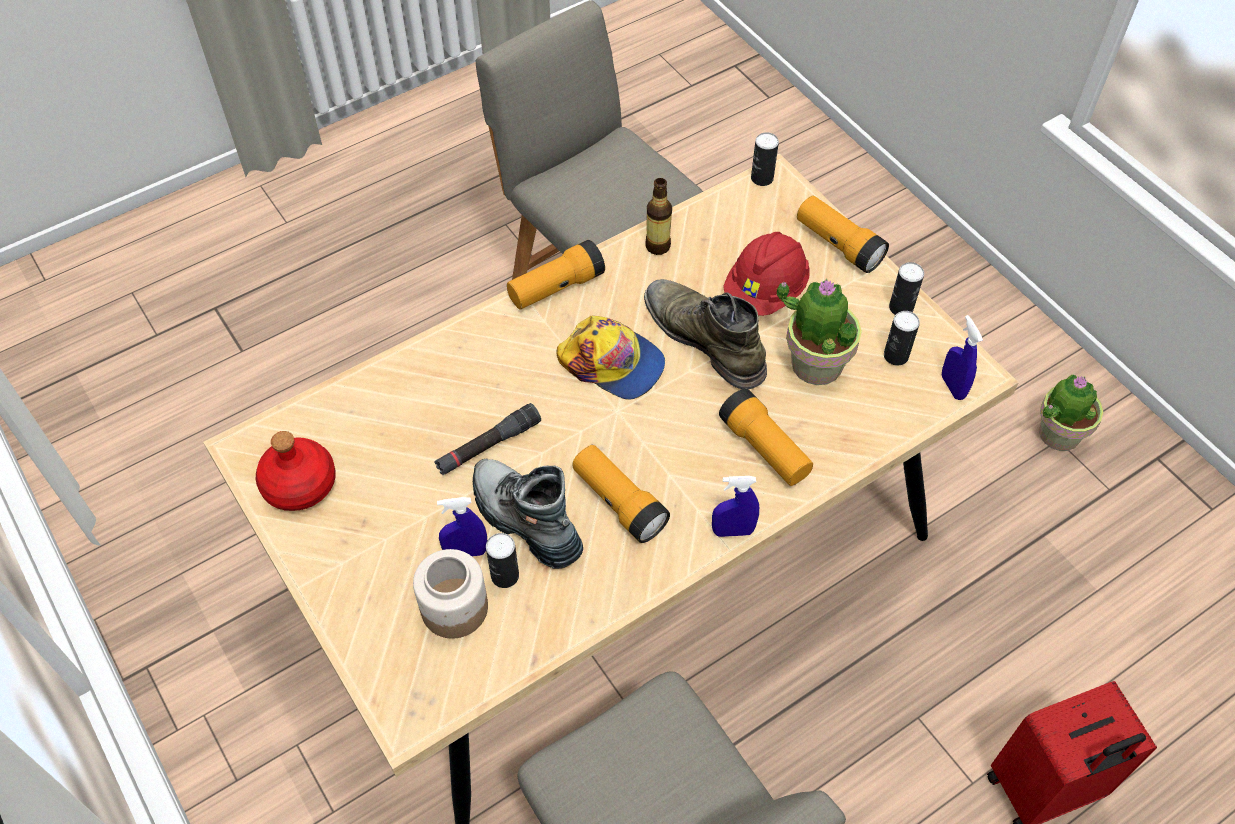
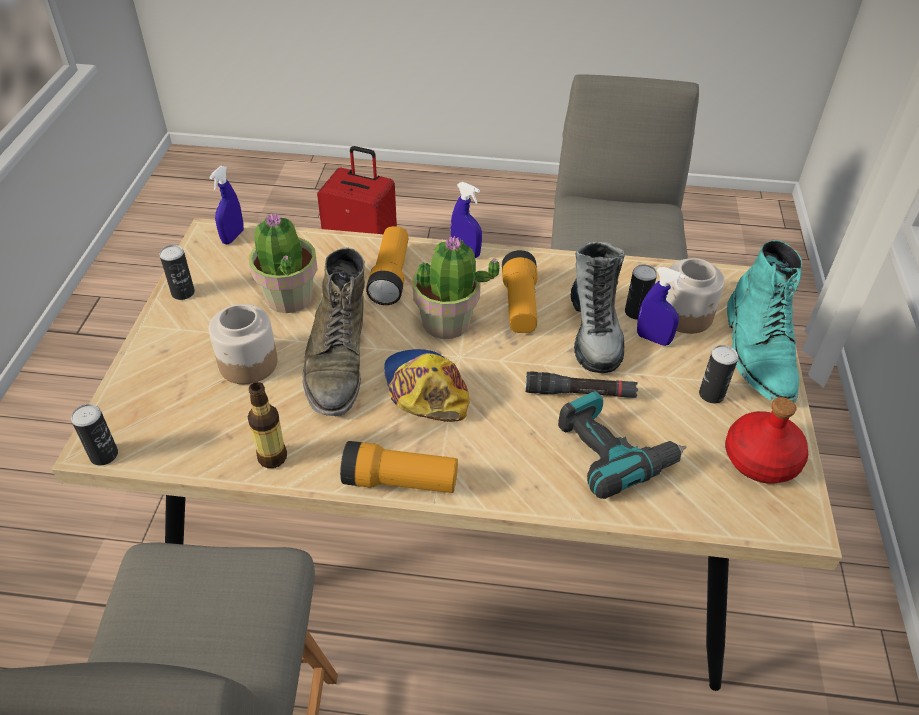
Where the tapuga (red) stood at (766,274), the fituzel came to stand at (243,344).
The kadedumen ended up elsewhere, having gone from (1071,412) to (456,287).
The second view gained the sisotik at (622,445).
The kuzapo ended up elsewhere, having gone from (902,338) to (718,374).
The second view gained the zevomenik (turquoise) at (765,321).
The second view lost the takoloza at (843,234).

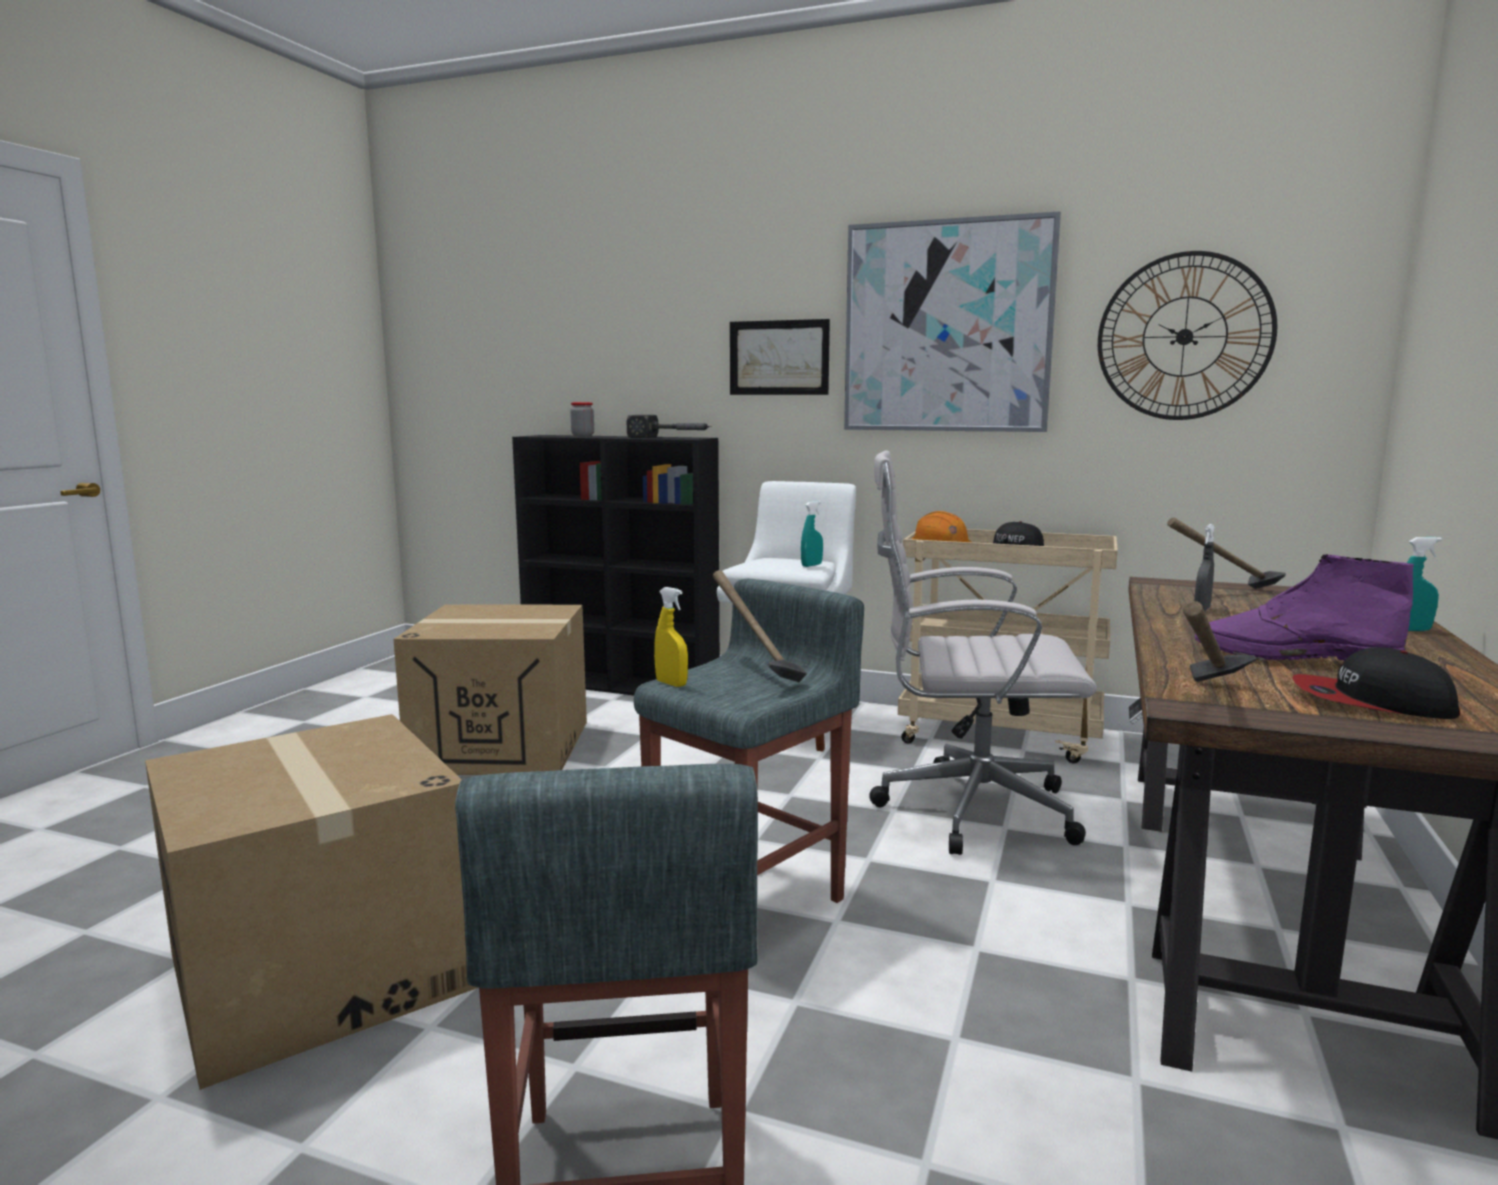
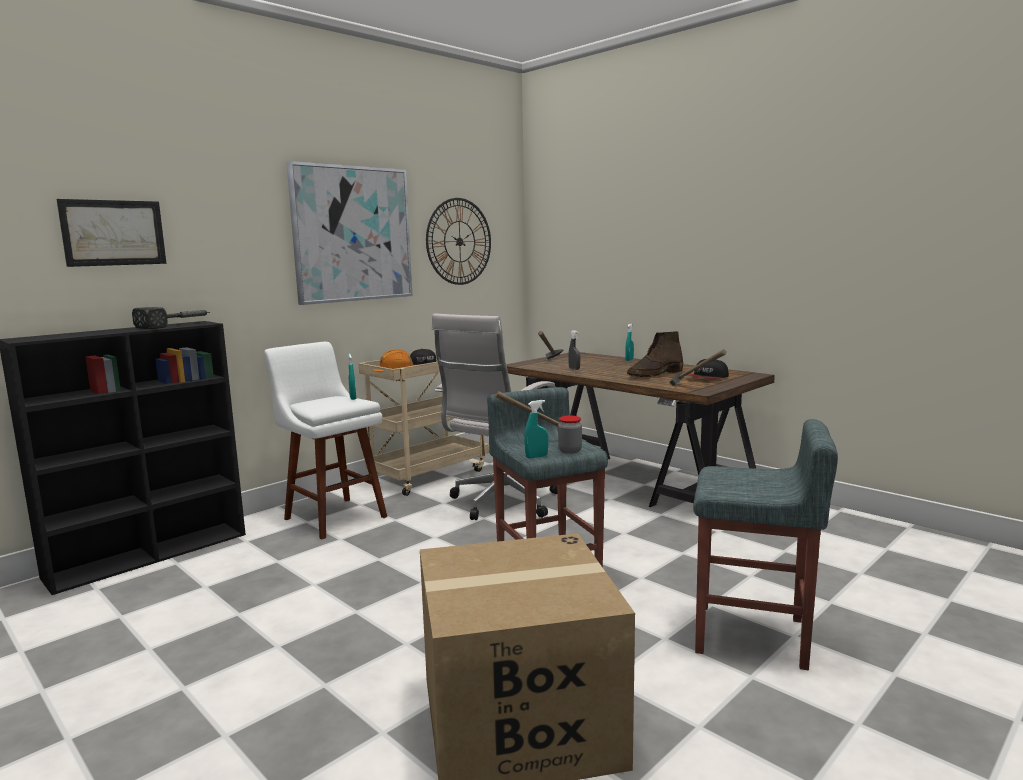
The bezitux ended up elsewhere, having gone from (780,357) to (111,233).
What was the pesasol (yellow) at (671,637) turned into the pesasol (turquoise) at (536,429).
The fituzel ended up elsewhere, having gone from (582,419) to (570,435).
What was the zevomenik (purple) at (1304,607) turned into the zevomenik (brown) at (655,354).
The second view lost the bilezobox at (490,689).

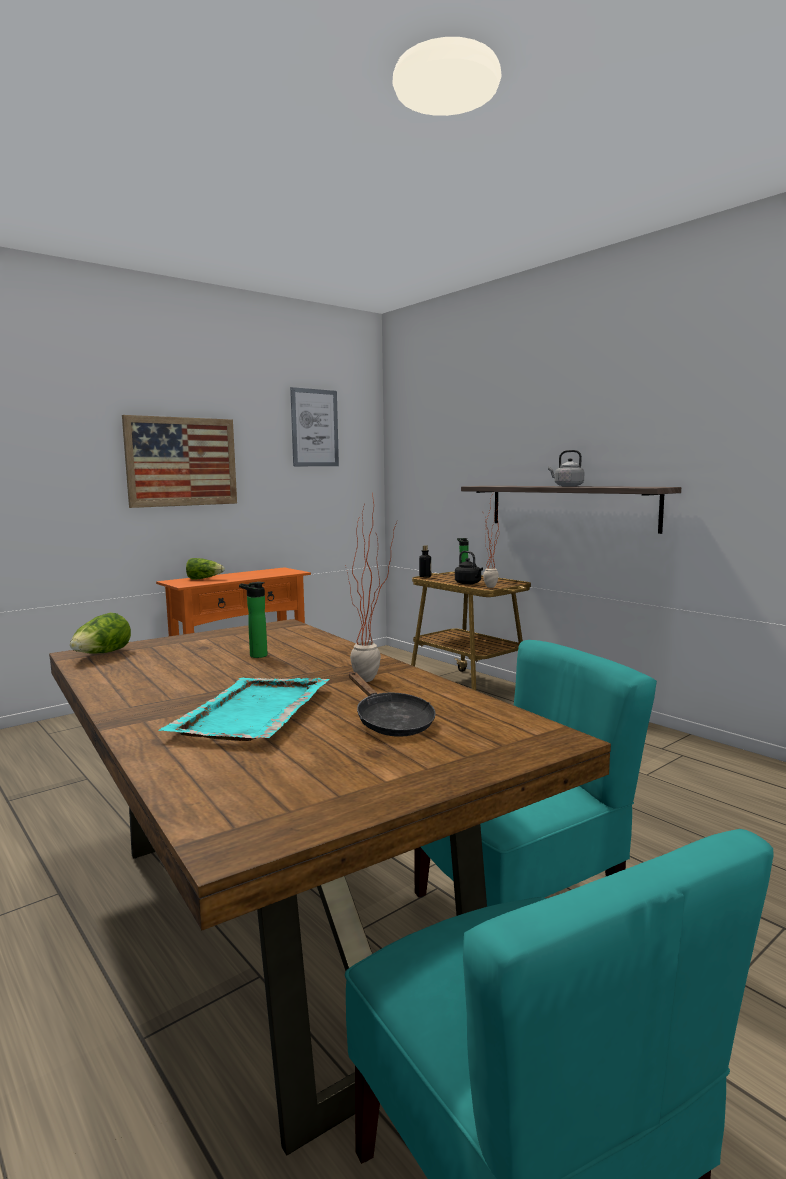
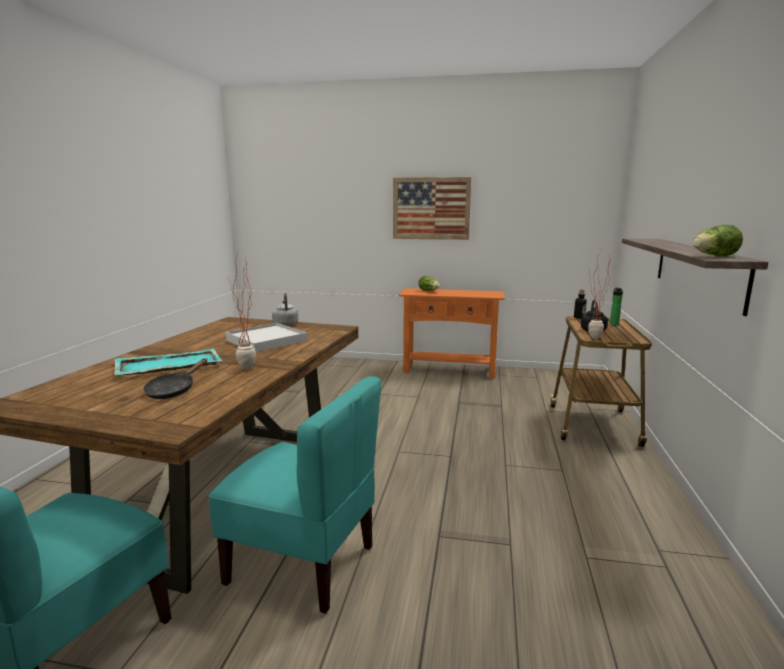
Where the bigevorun stood at (253,620), the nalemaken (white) came to stand at (266,337).
The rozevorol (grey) ended up elsewhere, having gone from (566,468) to (285,309).
The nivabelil ended up elsewhere, having gone from (100,633) to (717,240).
The second view lost the bezitux at (314,426).

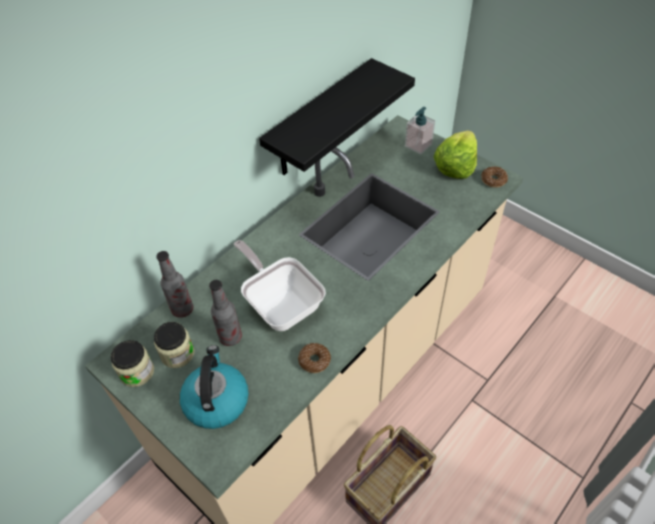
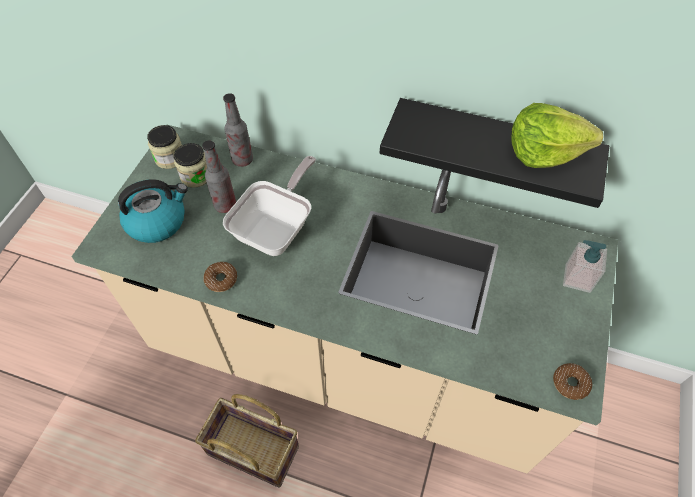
The nivabelil ended up elsewhere, having gone from (455,154) to (557,135).

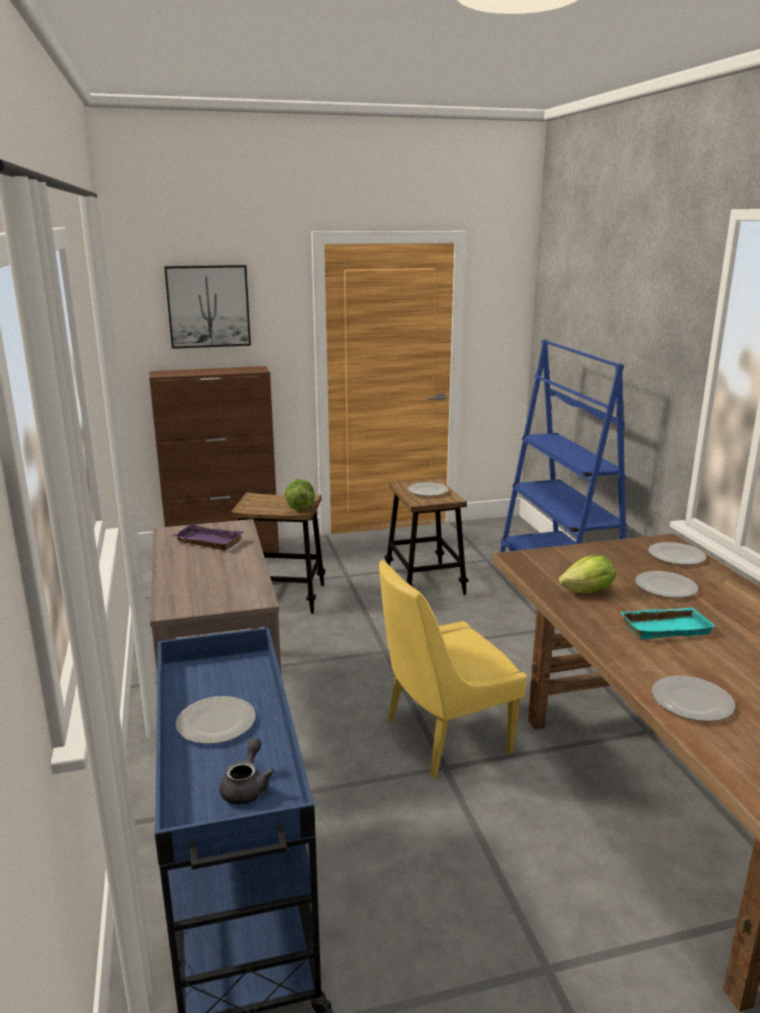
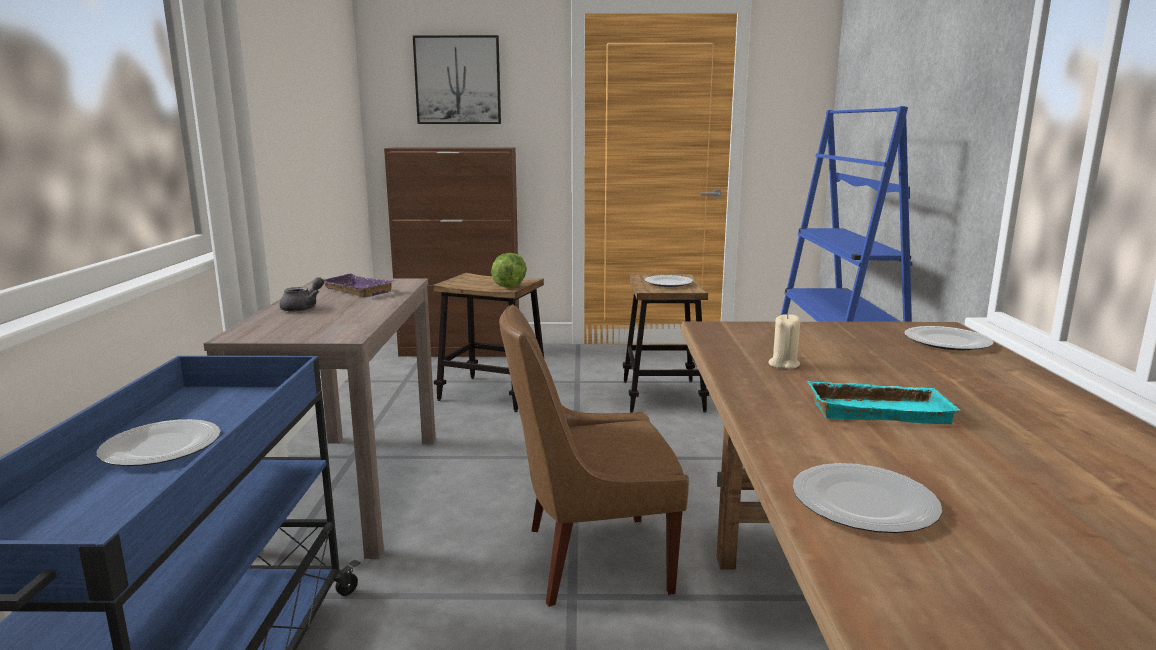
The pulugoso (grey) ended up elsewhere, having gone from (247,771) to (302,294).
What was the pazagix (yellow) at (453,669) turned into the pazagix (brown) at (594,455).
Where the nivabelil stood at (587,574), the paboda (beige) came to stand at (784,341).
The second view lost the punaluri at (666,584).

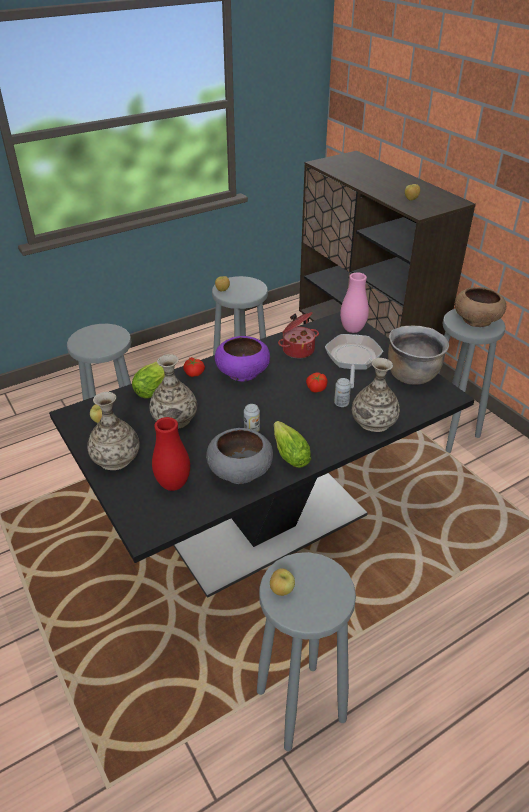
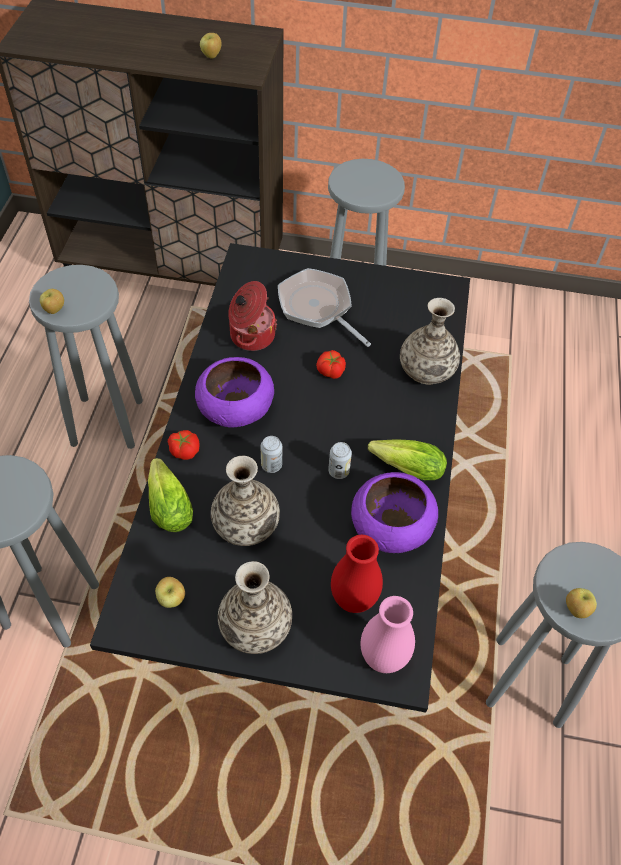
The kuzapo ended up elsewhere, having gone from (342,392) to (271,454).
What was the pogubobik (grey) at (239,456) turned into the pogubobik (purple) at (394,512).
The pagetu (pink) ended up elsewhere, having gone from (354,302) to (388,634).
The second view lost the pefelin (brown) at (418,355).
The second view lost the pogubobik (brown) at (480,307).

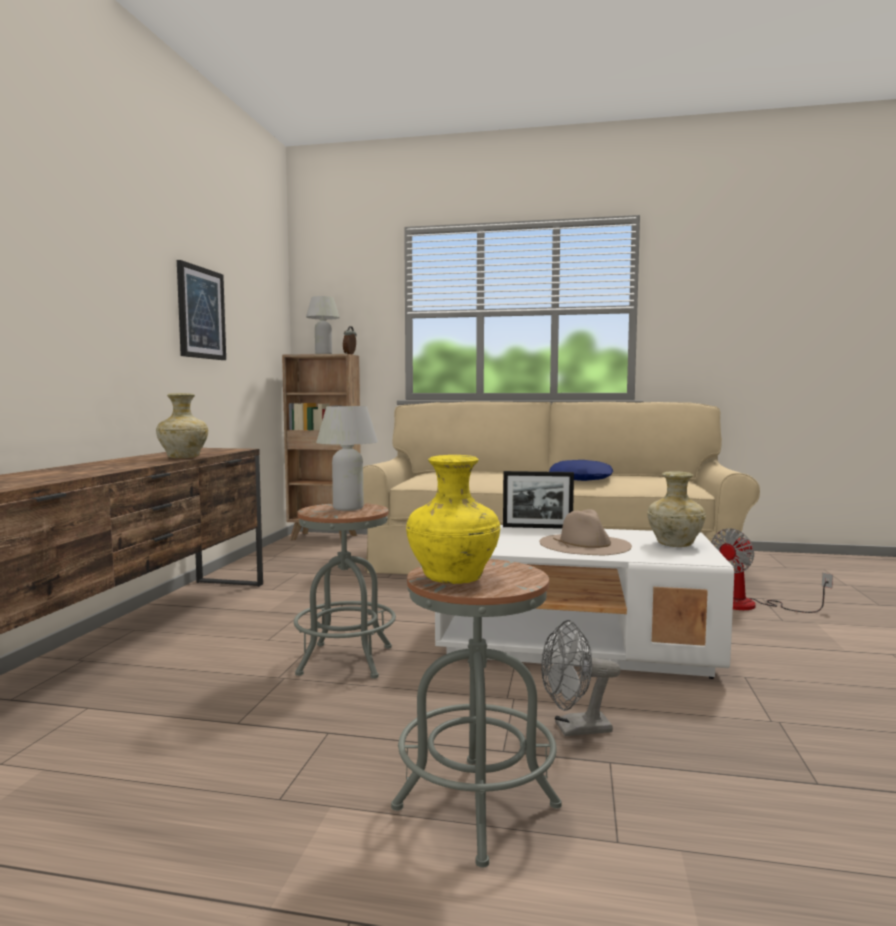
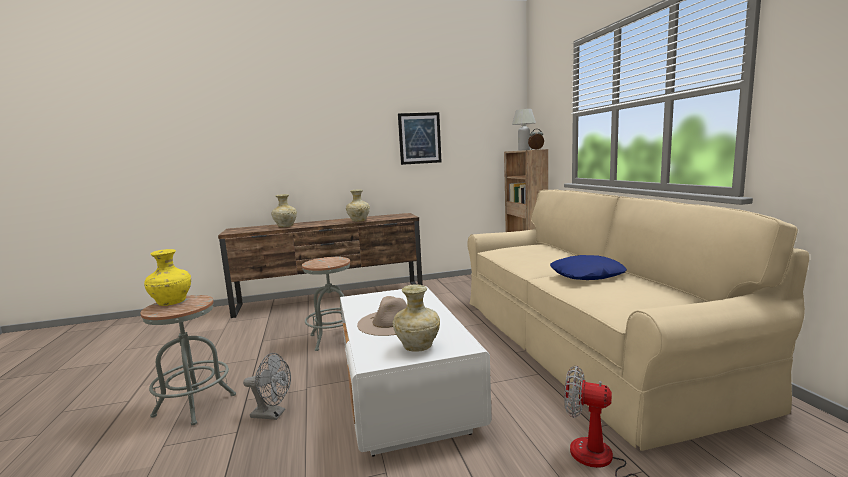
The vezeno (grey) at (580,678) ended up facing another way, 135 degrees clockwise from before.
The second view gained the pagetu (beige) at (284,210).
The second view lost the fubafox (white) at (347,458).
The second view lost the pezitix at (538,500).

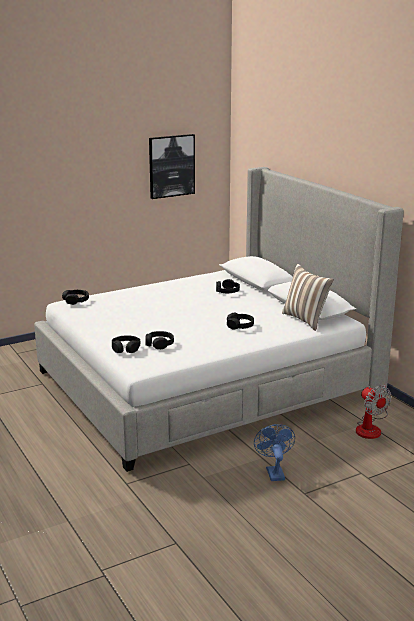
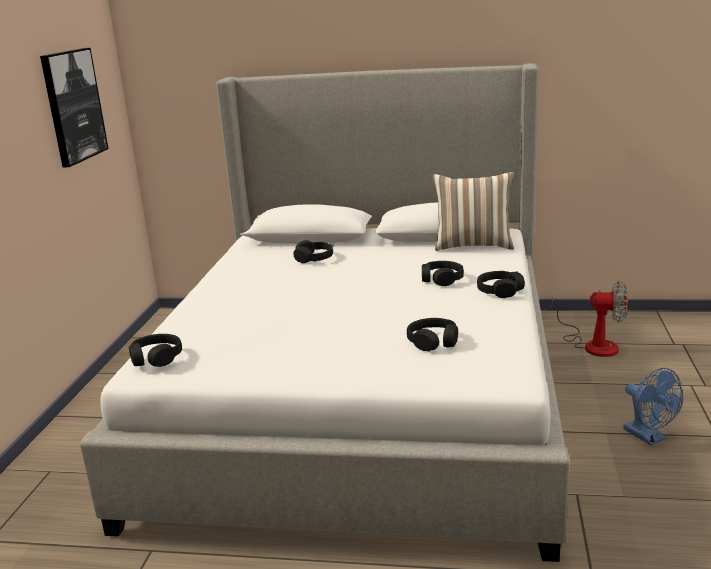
The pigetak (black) ended up elsewhere, having gone from (126,344) to (501,284).
The vezeno (blue) at (274,452) ended up facing another way, 150 degrees counterclockwise from before.

